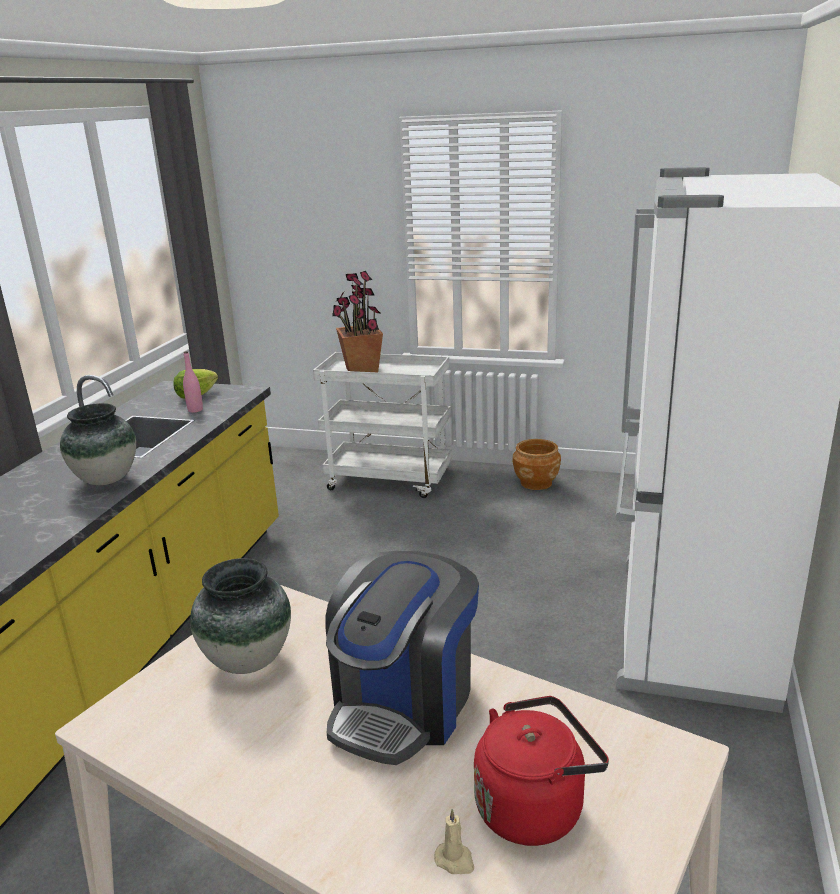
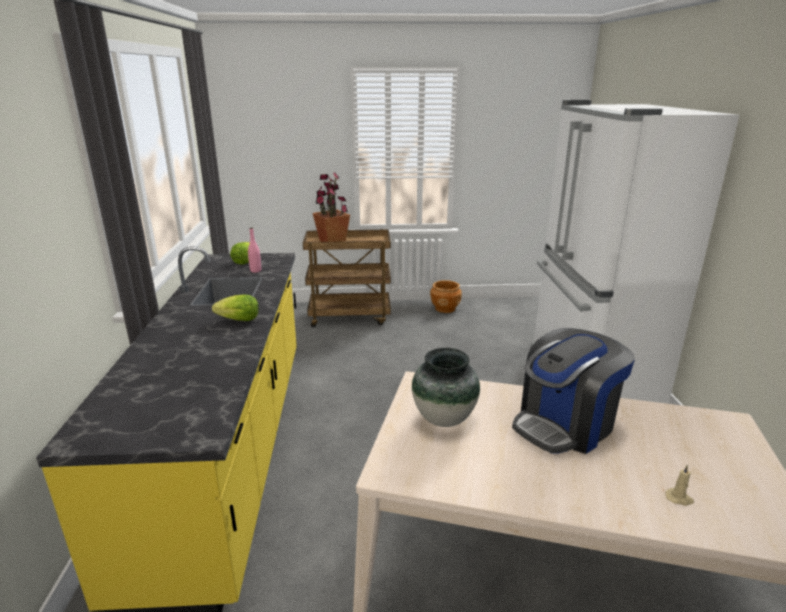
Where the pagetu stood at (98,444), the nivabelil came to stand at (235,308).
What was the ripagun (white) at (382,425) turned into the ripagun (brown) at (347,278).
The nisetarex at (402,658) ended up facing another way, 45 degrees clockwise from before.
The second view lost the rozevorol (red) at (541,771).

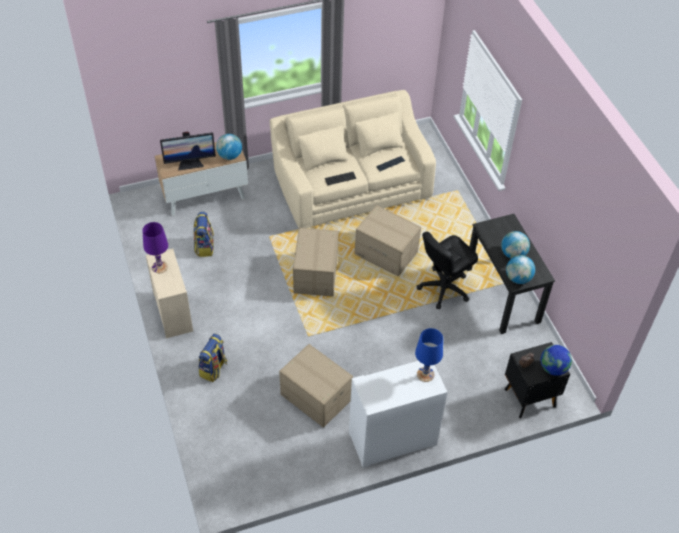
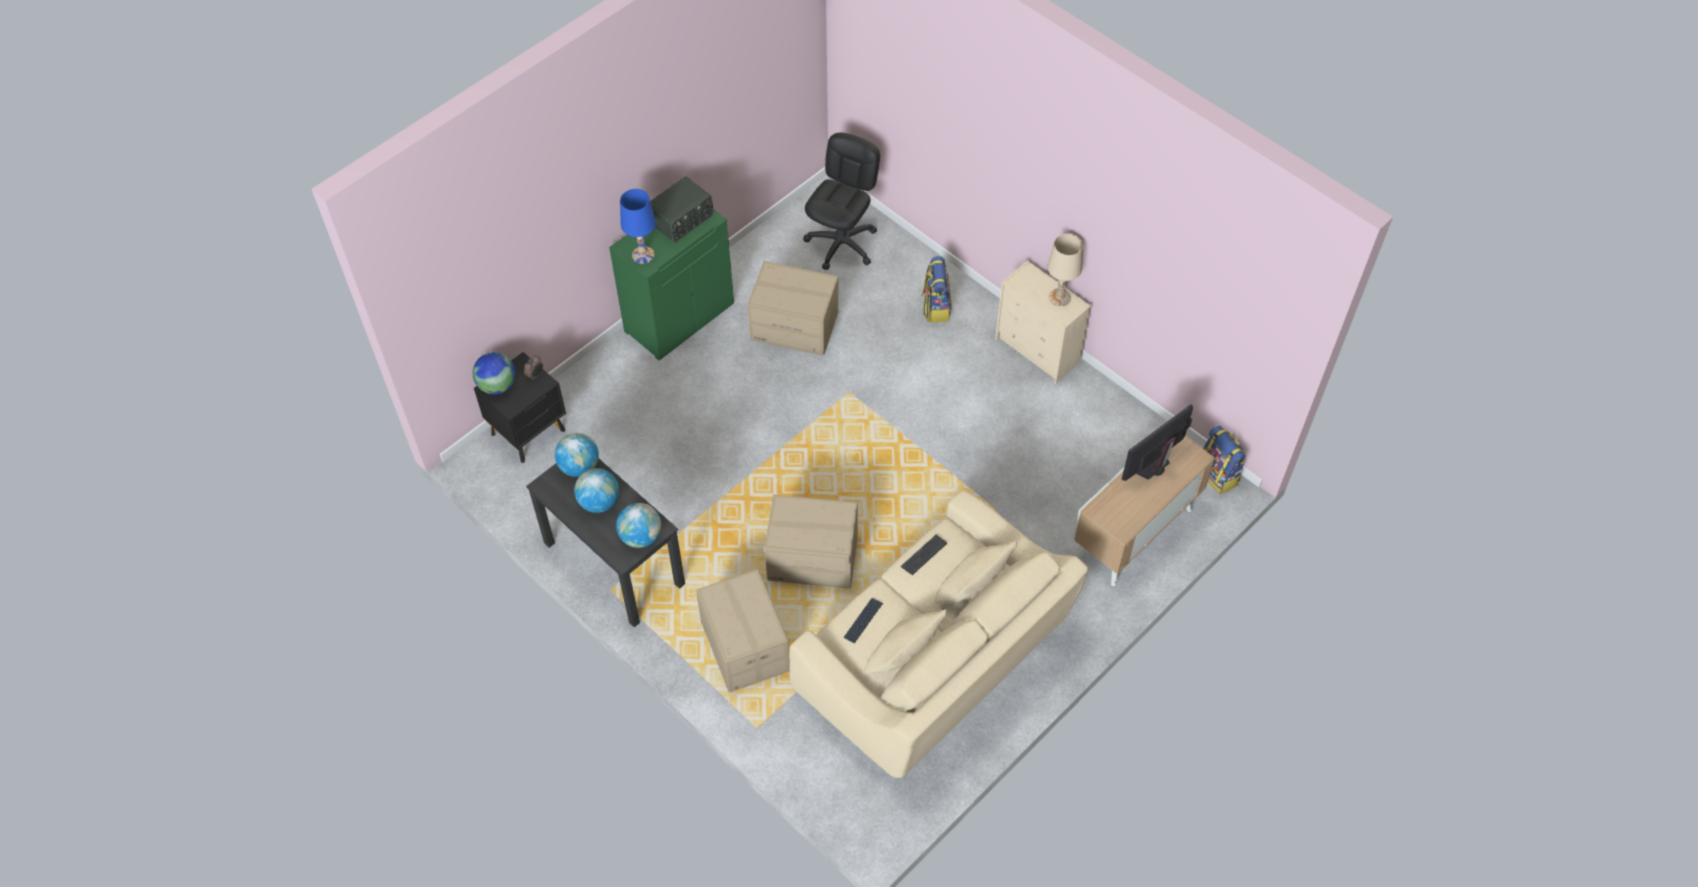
What was the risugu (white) at (398,414) turned into the risugu (green) at (671,285).
The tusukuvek ended up elsewhere, having gone from (229,147) to (638,525).
The second view gained the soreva at (681,209).
The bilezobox ended up elsewhere, having gone from (316,262) to (743,631).
The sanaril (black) ended up elsewhere, having gone from (447,270) to (841,201).
What was the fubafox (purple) at (155,247) turned into the fubafox (beige) at (1065,270).
The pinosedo ended up elsewhere, having gone from (204,234) to (1224,459).

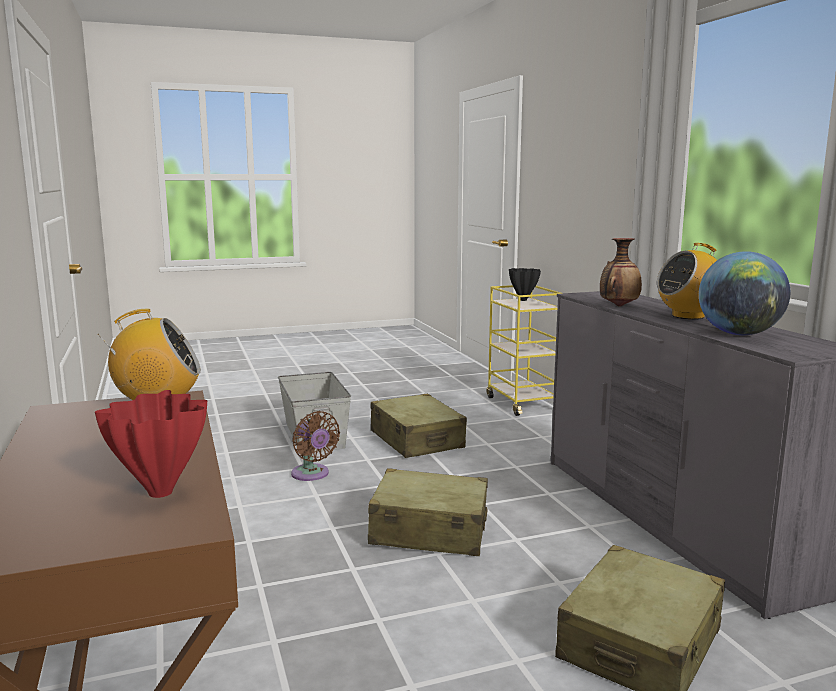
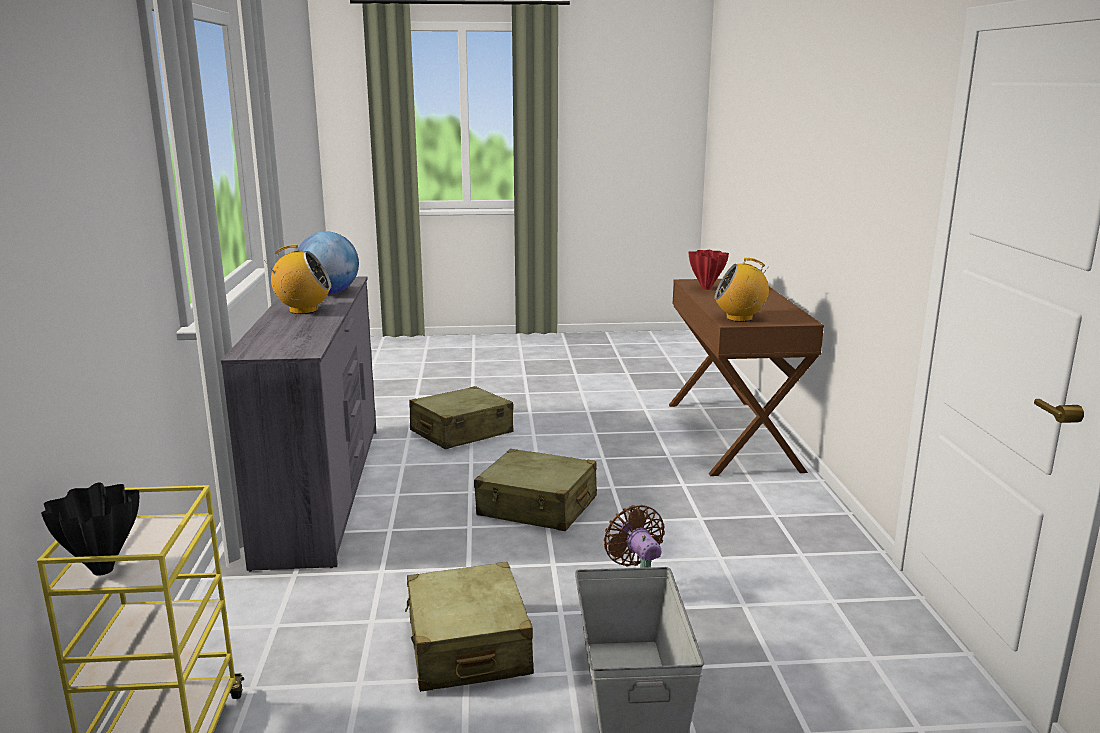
The second view lost the pagetu at (621,272).

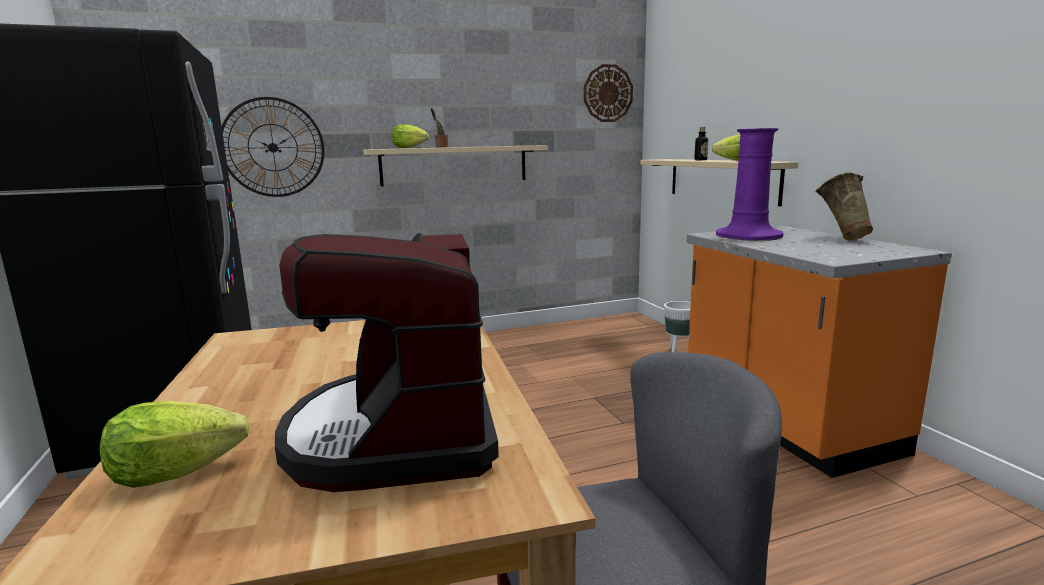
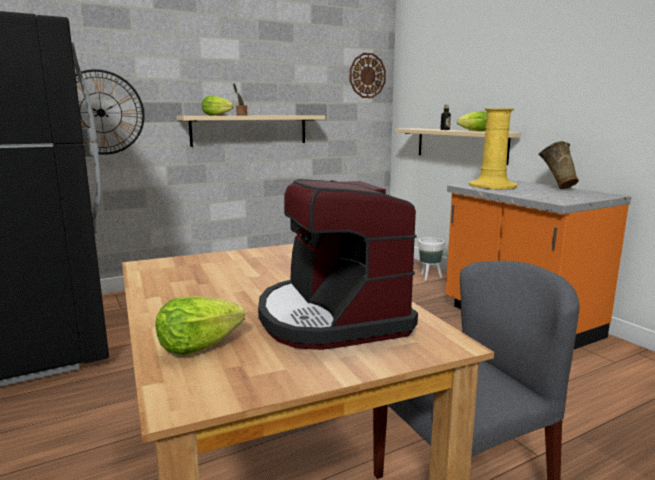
What was the pagetu (purple) at (750,184) turned into the pagetu (yellow) at (493,149).

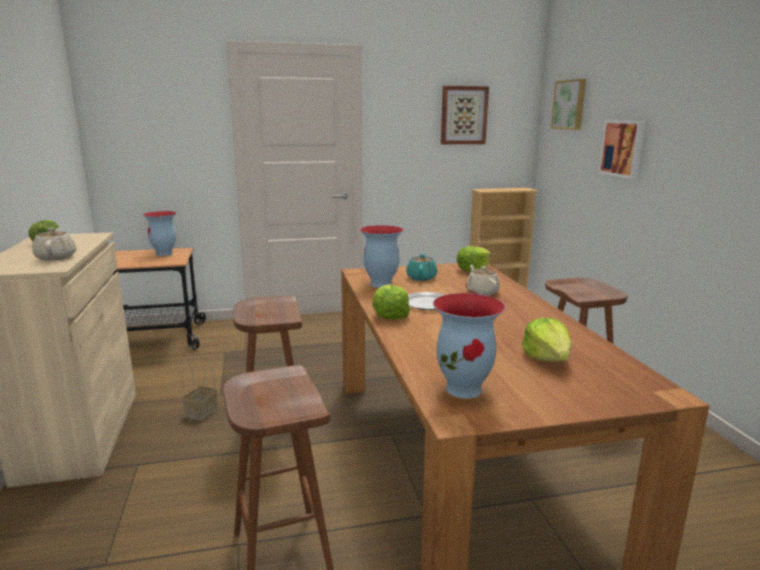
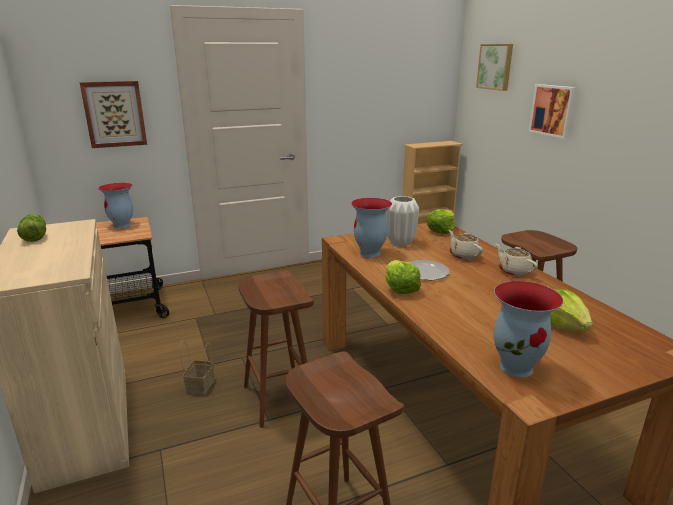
The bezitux ended up elsewhere, having gone from (465,115) to (113,114).
Where the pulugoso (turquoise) stood at (422,267), the pagetu (white) came to stand at (402,221).
The pulugoso (beige) ended up elsewhere, having gone from (54,244) to (516,260).

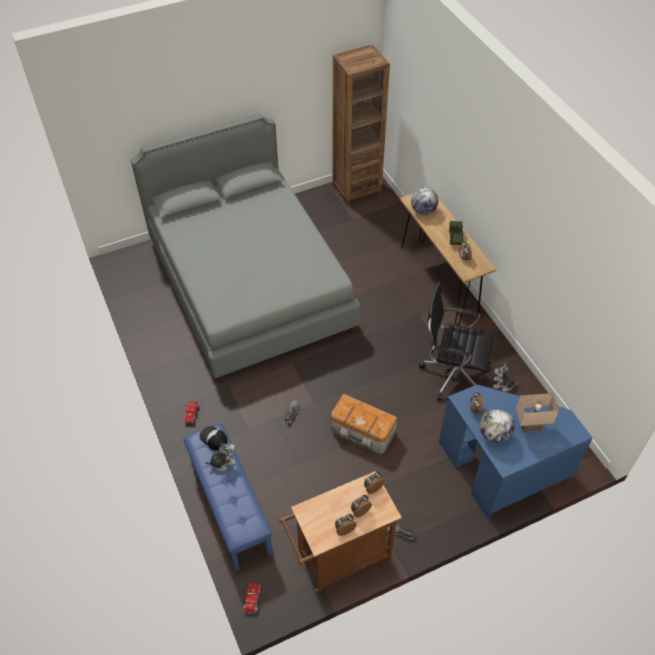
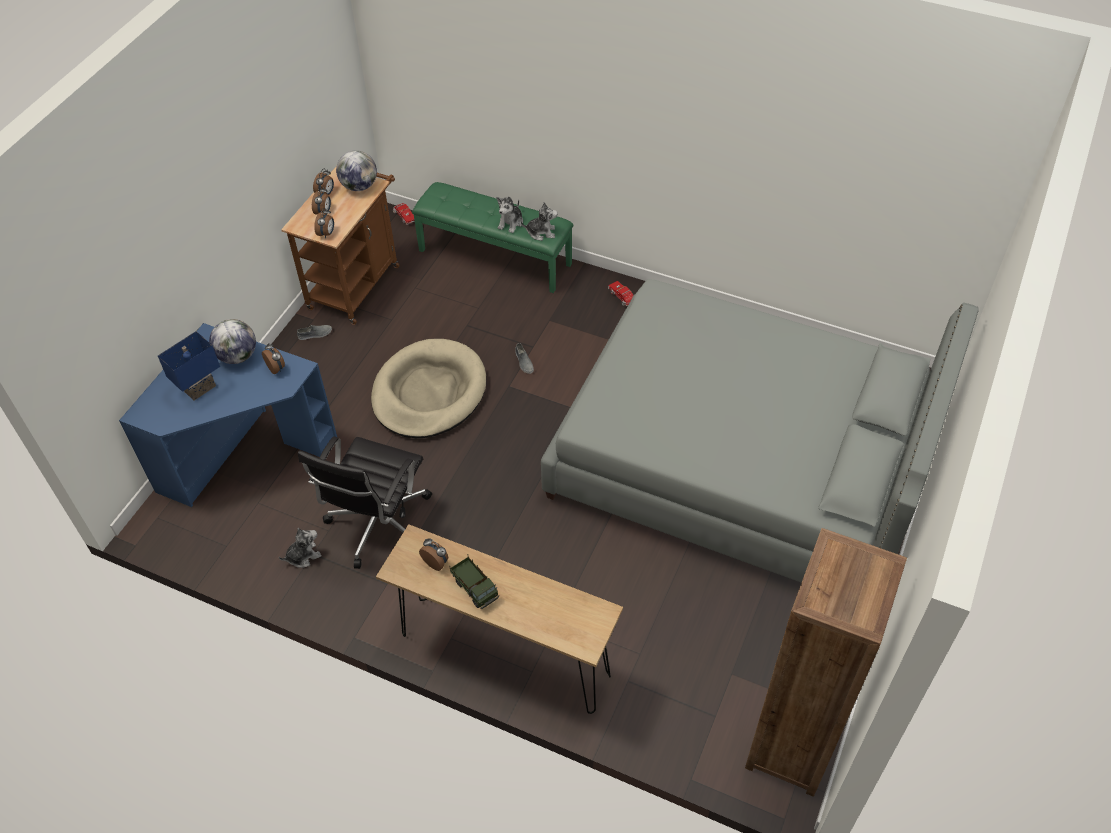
What was the fubafox (beige) at (537,412) turned into the fubafox (blue) at (189,366).
The sanaril (black) at (456,341) ended up facing another way, 135 degrees clockwise from before.
The tusukuvek ended up elsewhere, having gone from (424,201) to (356,170).
Where the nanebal stood at (364,424), the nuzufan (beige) came to stand at (428,388).
What was the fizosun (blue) at (228,497) turned into the fizosun (green) at (492,237).
Where the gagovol stood at (213,438), the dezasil came to stand at (539,221).

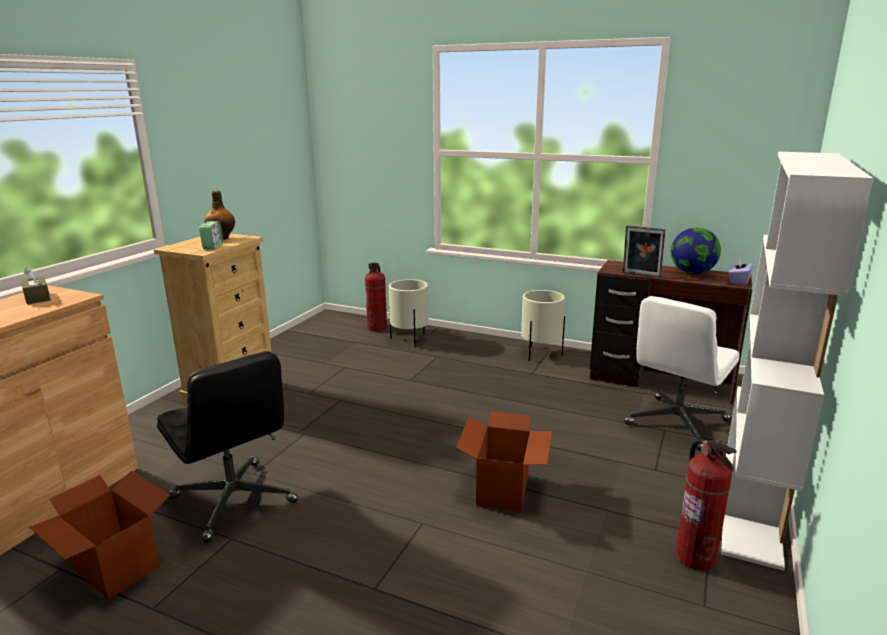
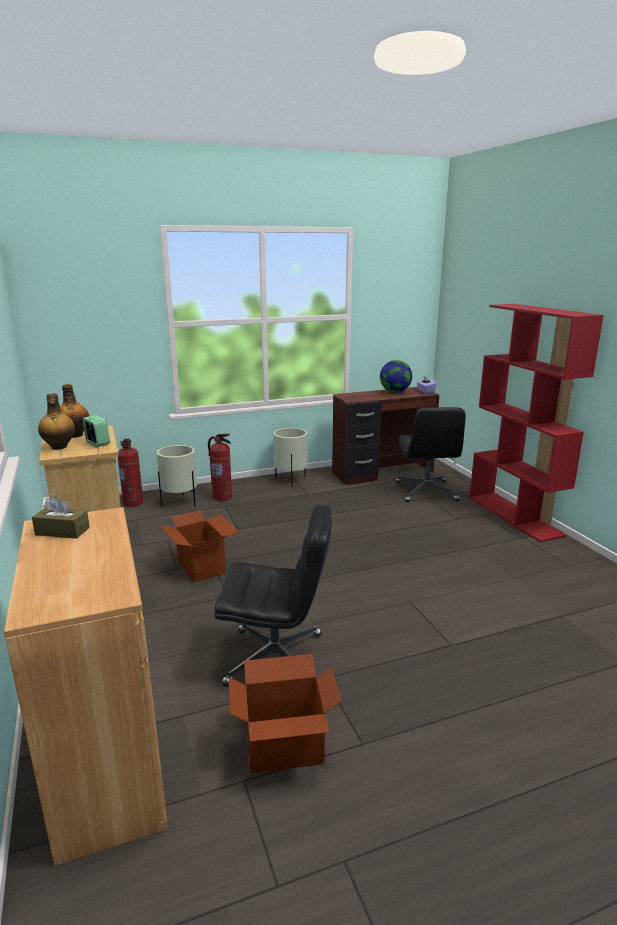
The second view gained the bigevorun at (56,421).
The bilezobox ended up elsewhere, having gone from (504,461) to (199,546).
The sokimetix ended up elsewhere, having gone from (706,504) to (220,467).
What was the sanaril (white) at (682,373) turned into the sanaril (black) at (431,454).
What was the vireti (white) at (797,361) turned into the vireti (red) at (536,423).
The second view lost the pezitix at (644,251).

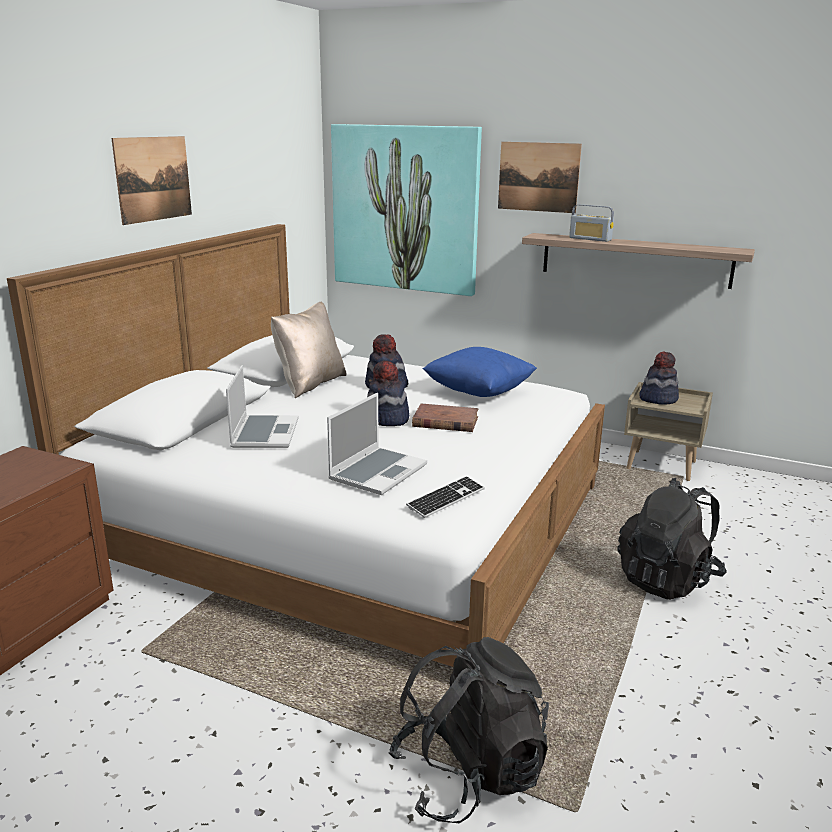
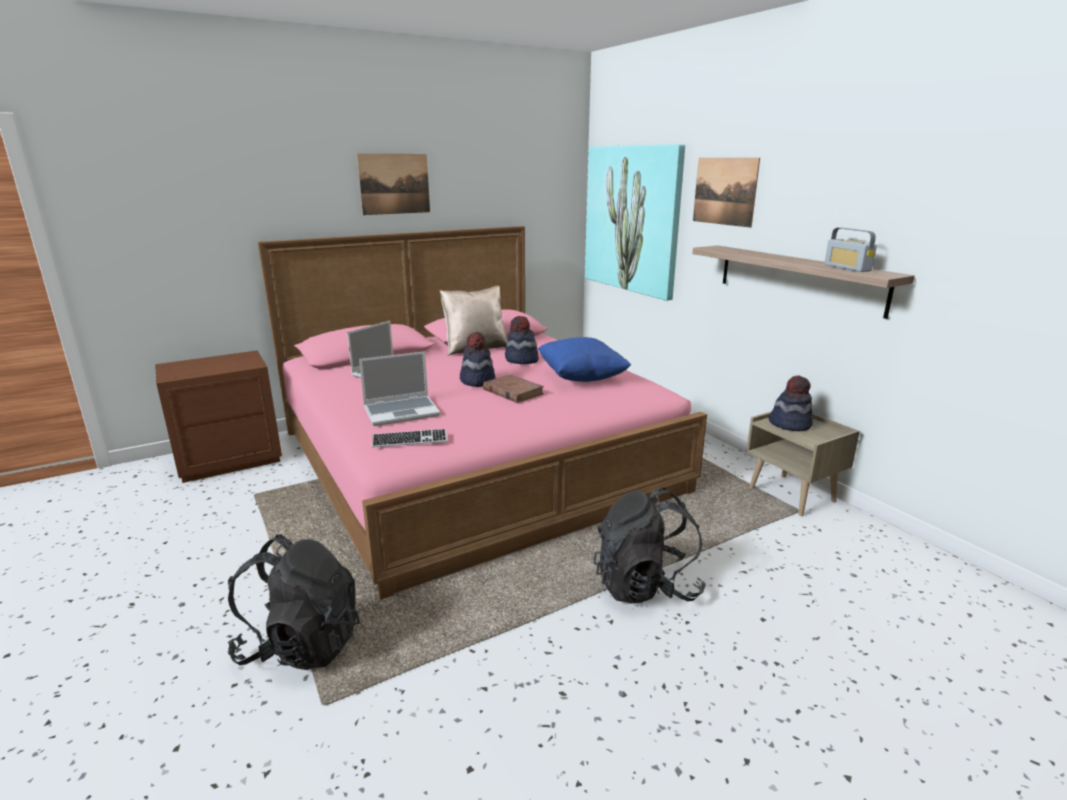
What was the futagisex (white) at (306,445) turned into the futagisex (pink) at (482,412).
The soreva ended up elsewhere, having gone from (591,223) to (850,250).

